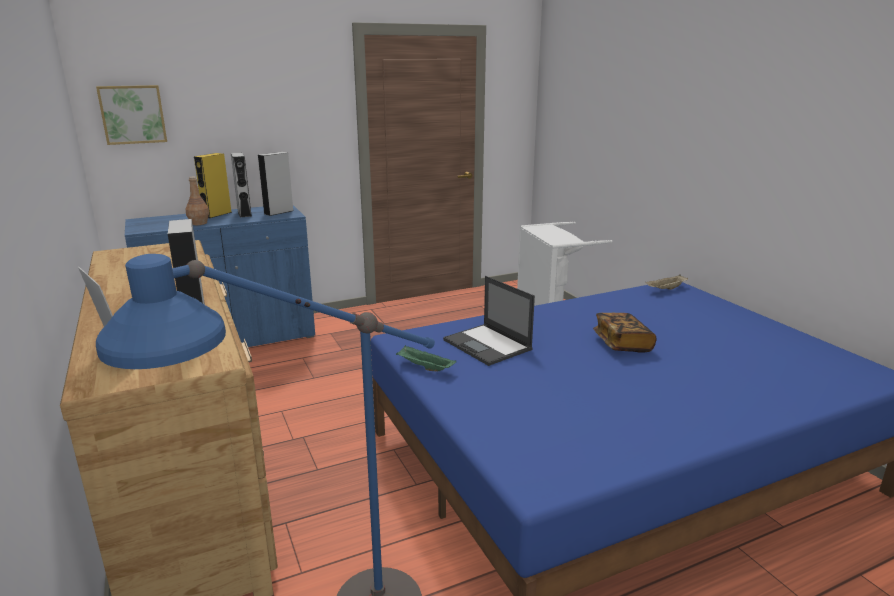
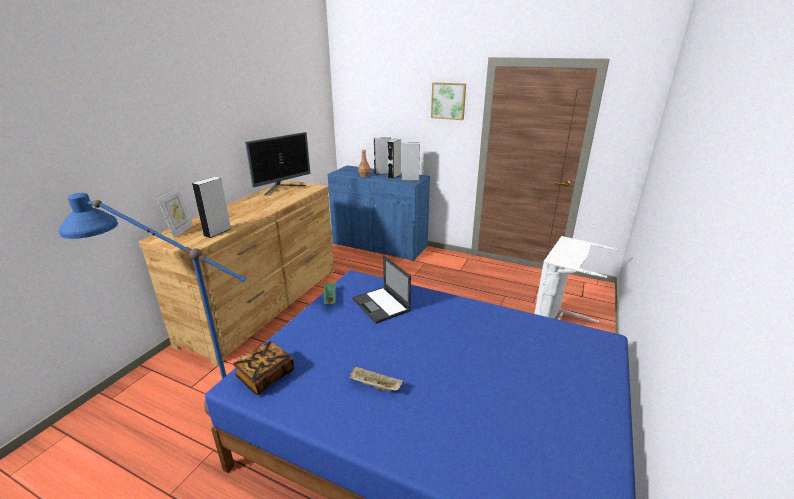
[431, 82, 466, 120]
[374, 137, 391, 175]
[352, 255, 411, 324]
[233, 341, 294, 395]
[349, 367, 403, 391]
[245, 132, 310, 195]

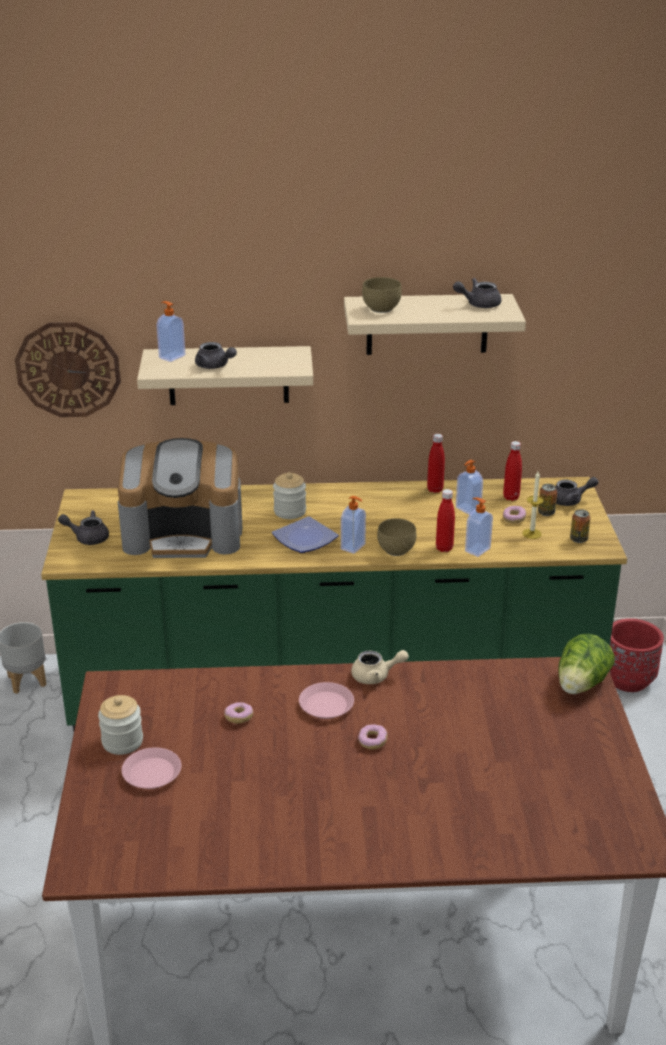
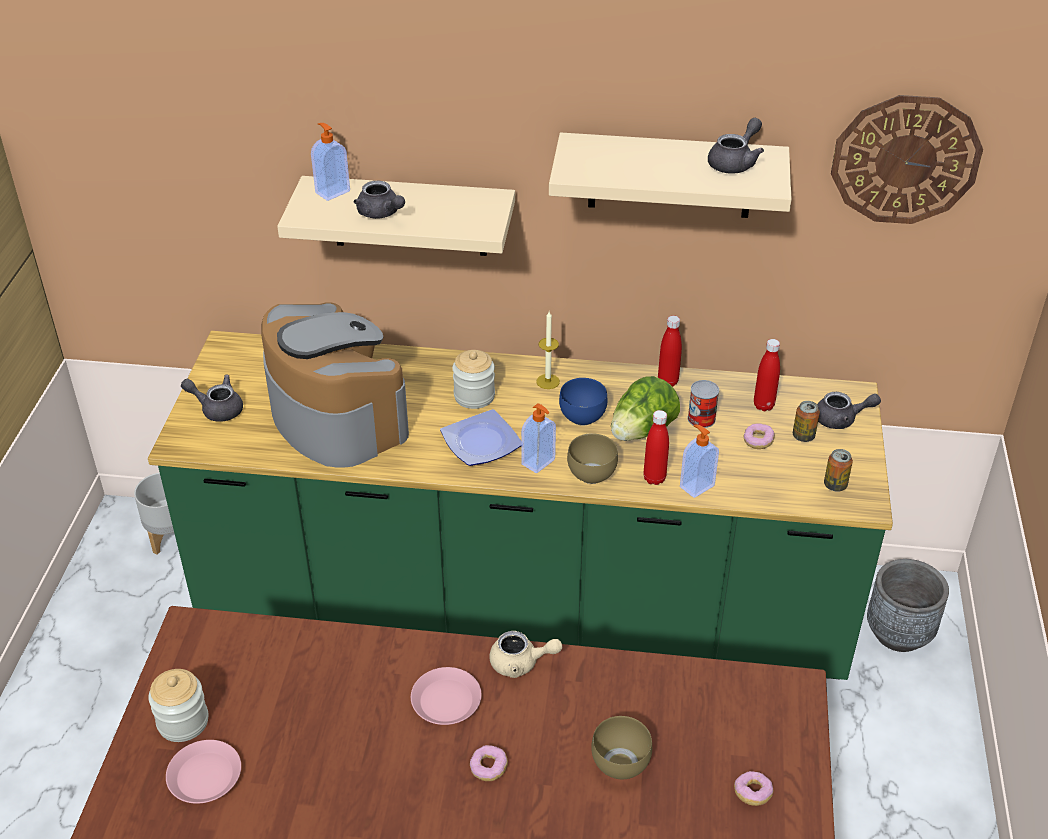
[831, 95, 983, 224]
[261, 302, 409, 468]
[734, 771, 773, 806]
[591, 716, 652, 779]
[708, 118, 764, 174]
[688, 380, 719, 428]
[536, 312, 560, 389]
[611, 376, 680, 441]
[867, 559, 949, 652]
[559, 378, 608, 425]

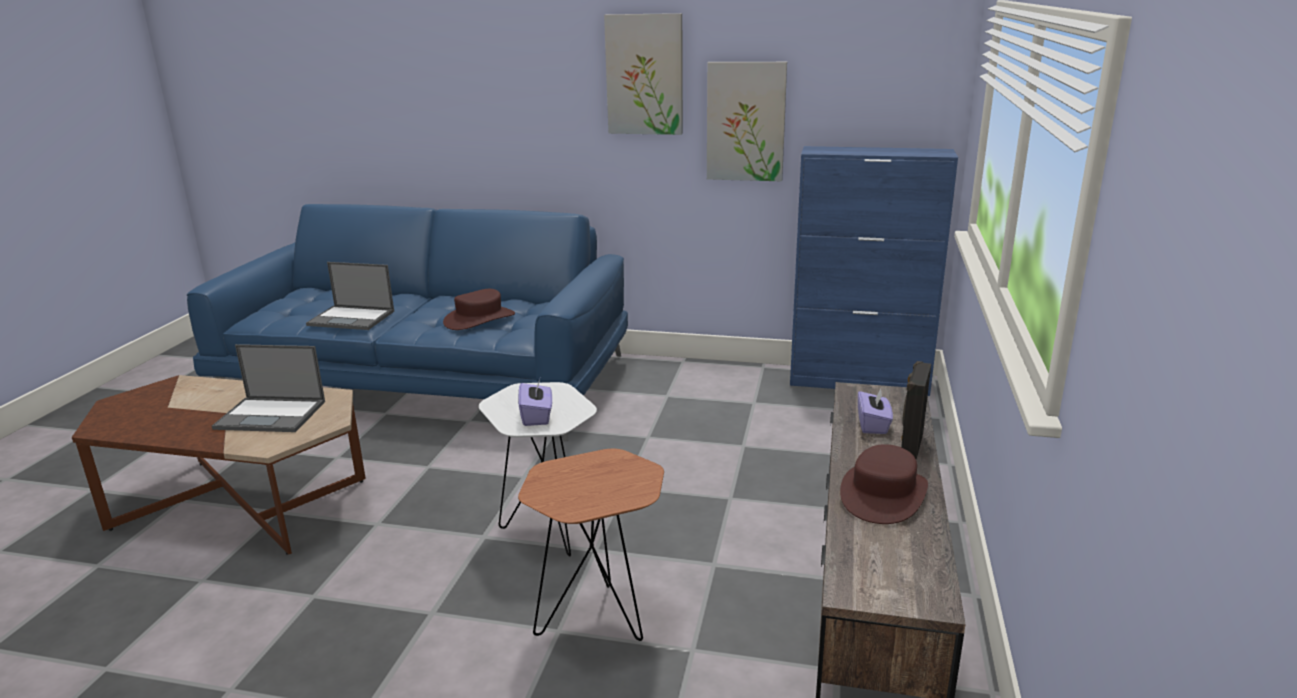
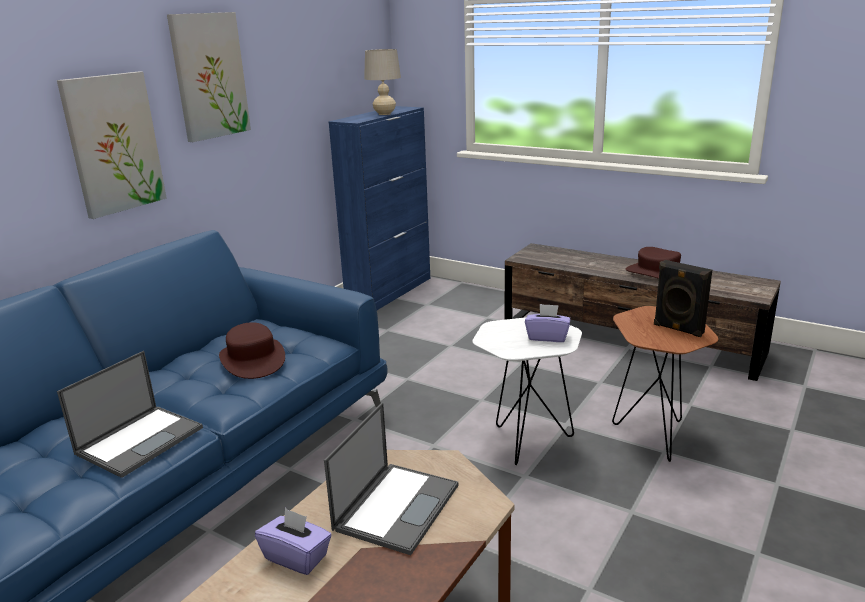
[57, 72, 167, 219]
[255, 508, 332, 575]
[654, 260, 712, 337]
[364, 49, 401, 115]

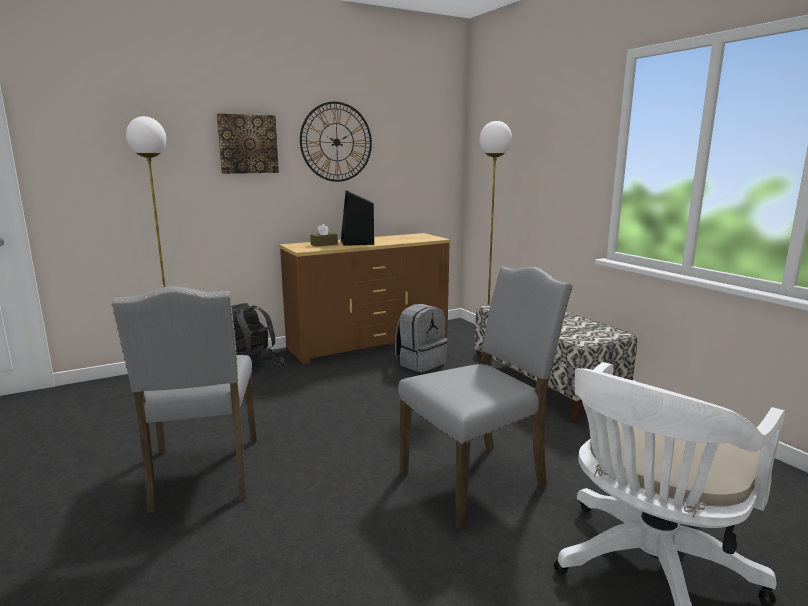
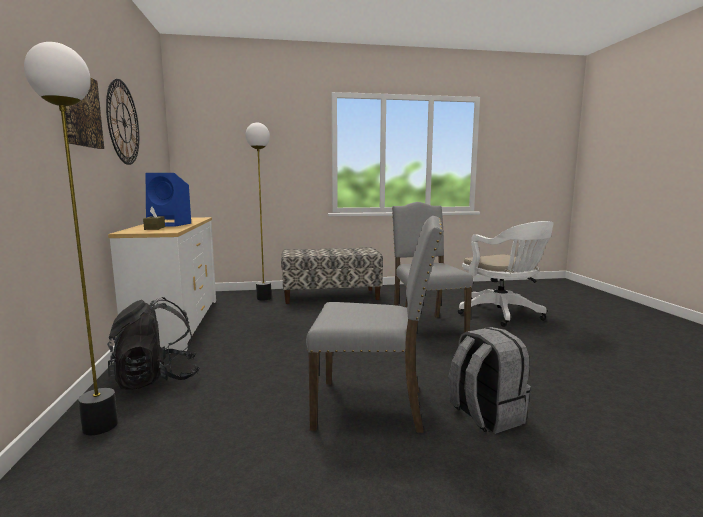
[108, 217, 216, 351]
[146, 173, 191, 227]
[448, 327, 530, 434]

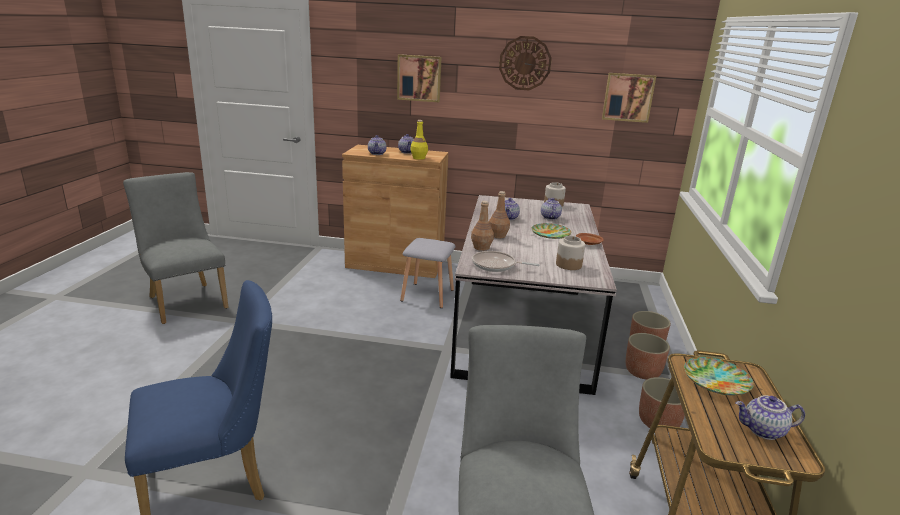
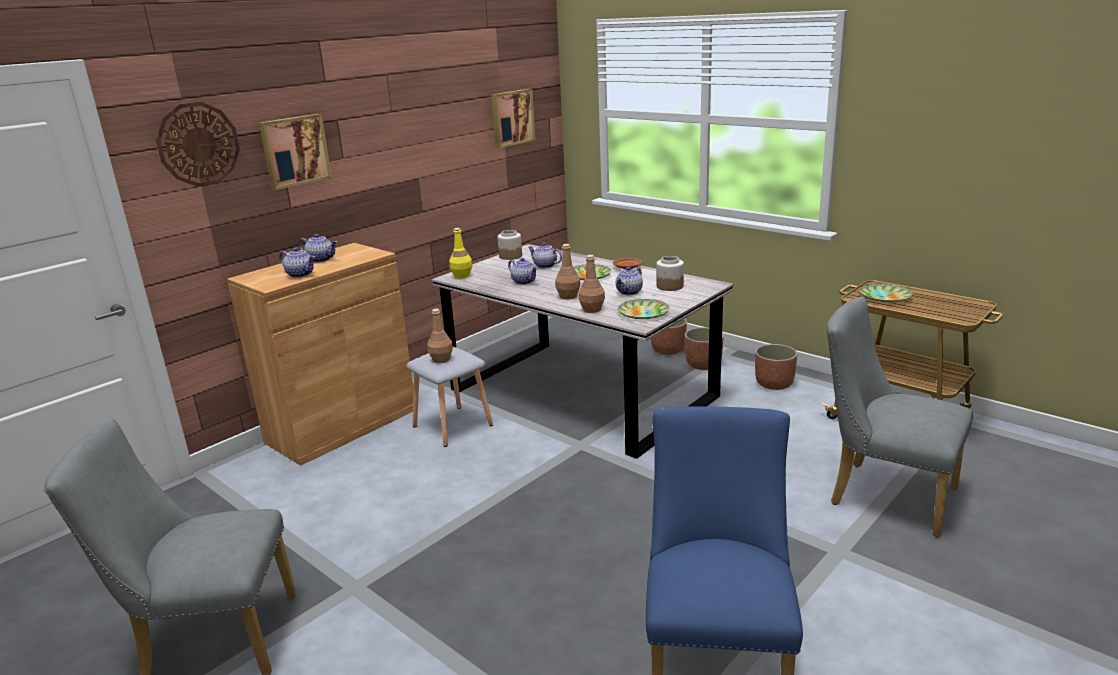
[449, 228, 472, 279]
[618, 299, 669, 319]
[156, 102, 240, 187]
[616, 267, 643, 295]
[427, 309, 453, 363]

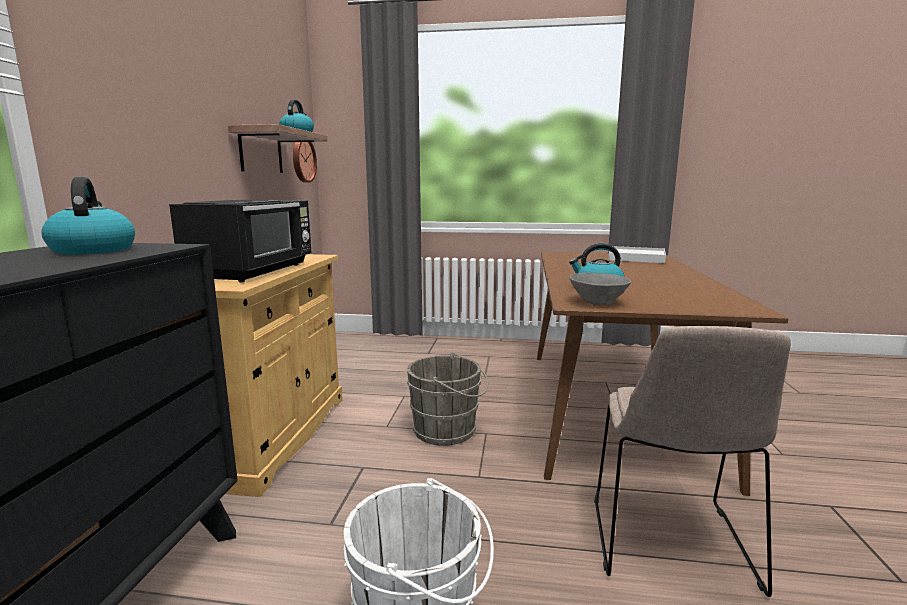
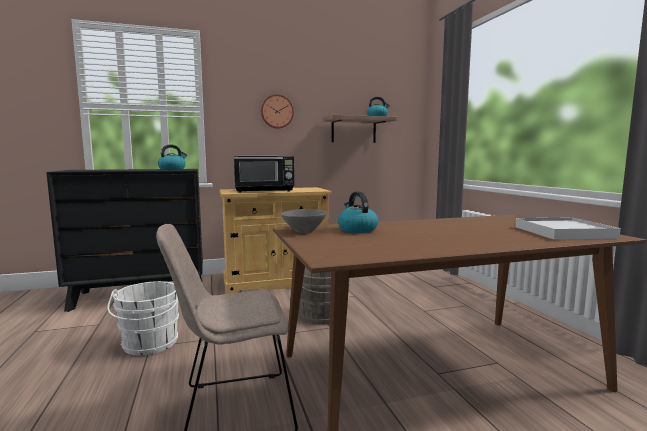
[261, 94, 294, 129]

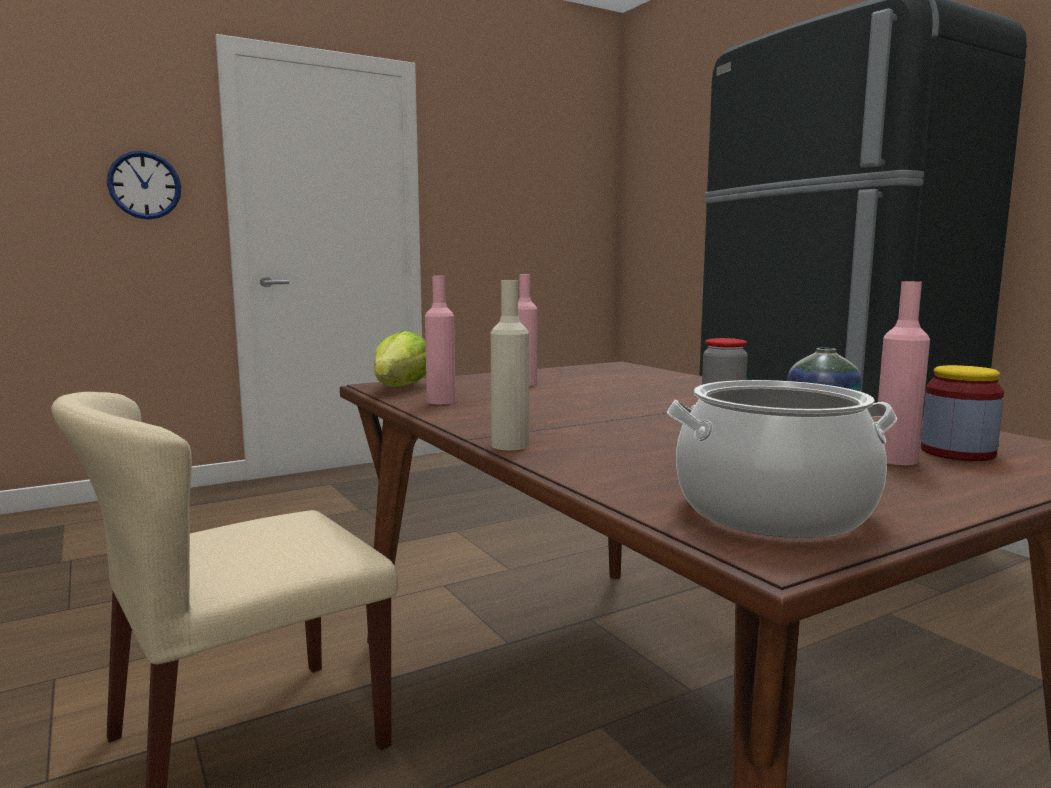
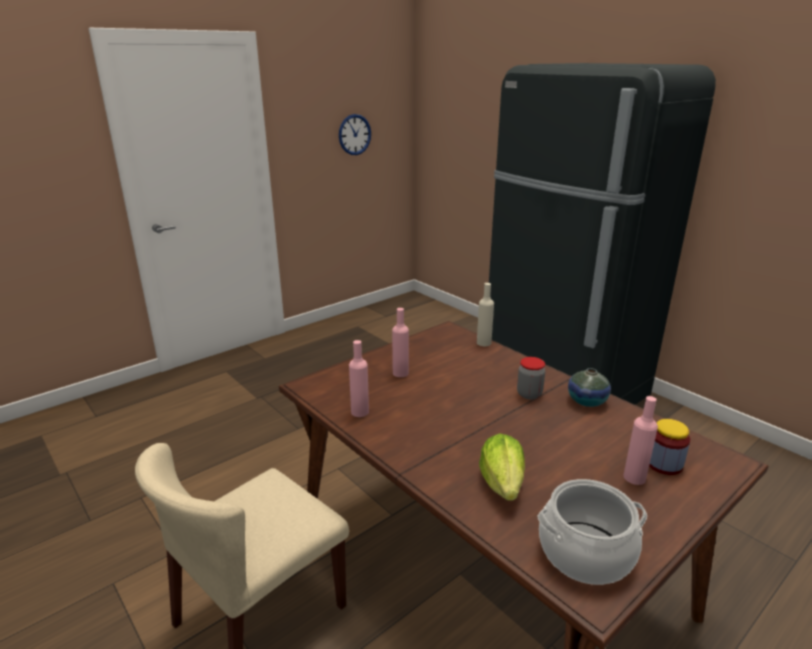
[339, 114, 371, 155]
[479, 433, 525, 501]
[477, 283, 494, 346]

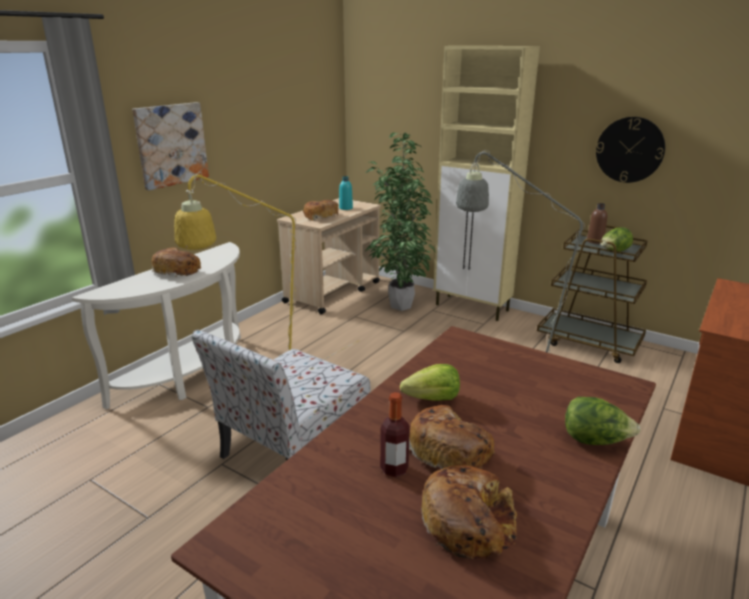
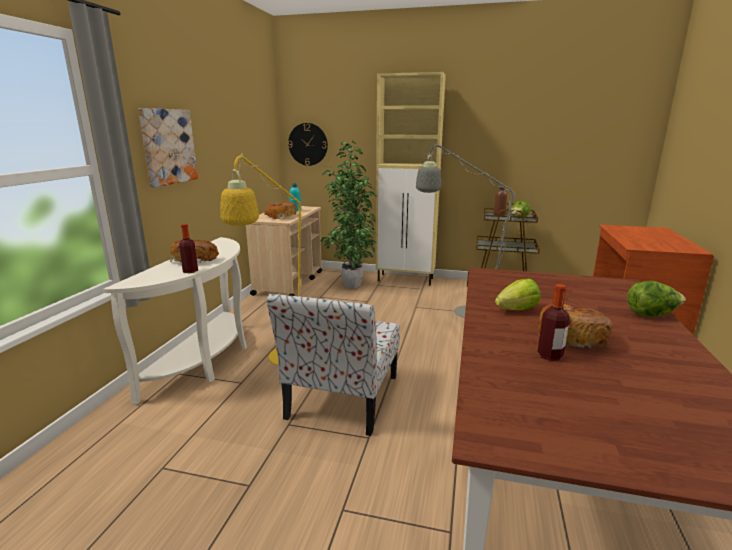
[421, 466, 517, 559] (first image)
[288, 123, 328, 166]
[179, 224, 198, 273]

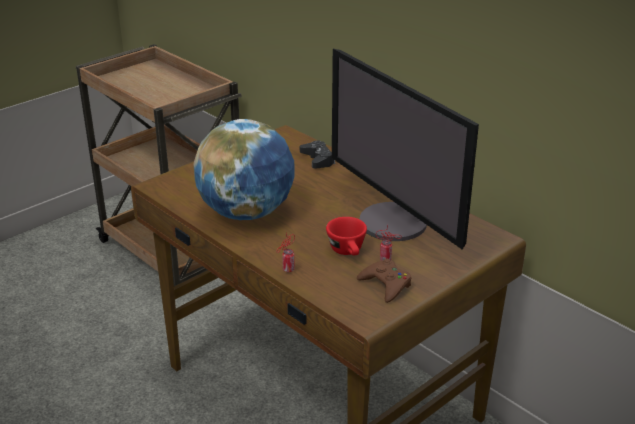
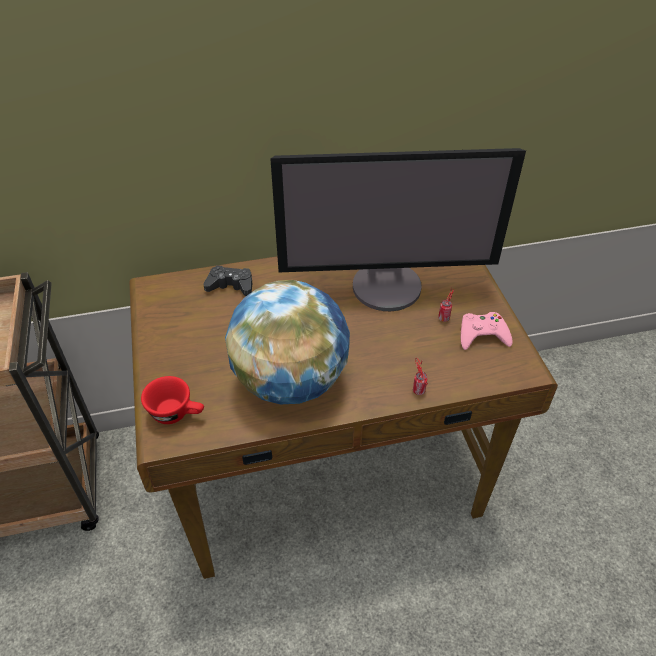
[141, 376, 204, 424]
[461, 312, 513, 350]

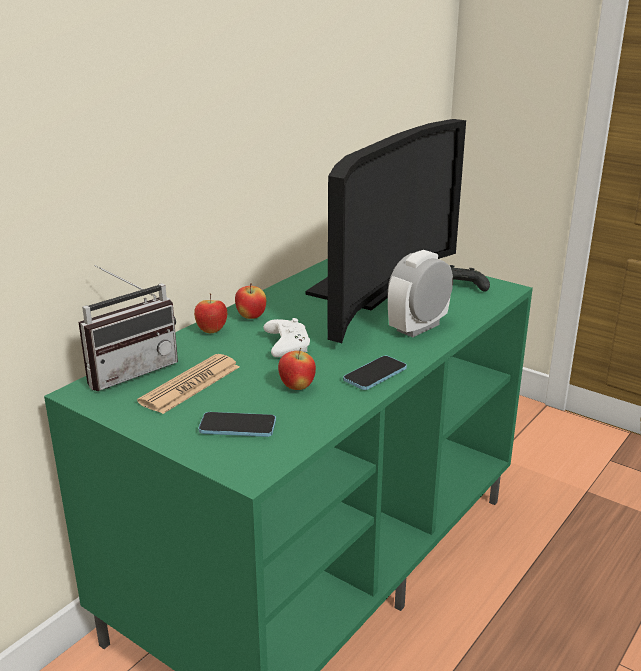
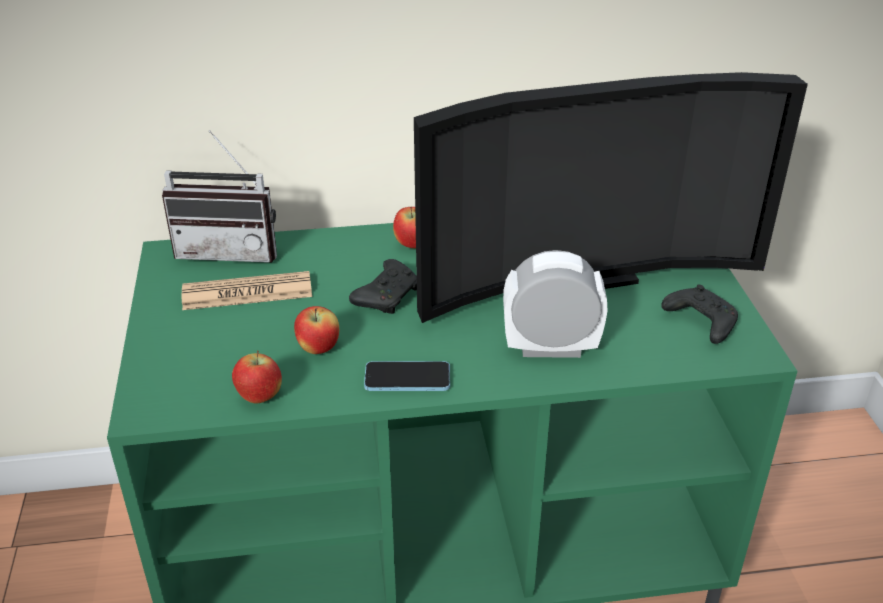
[232, 350, 282, 403]
[198, 412, 276, 437] (first image)
[349, 259, 417, 314]

